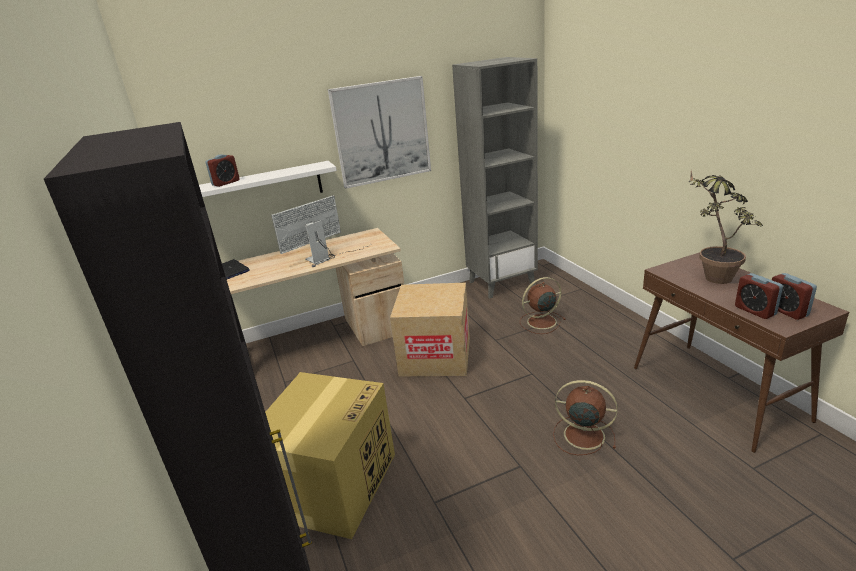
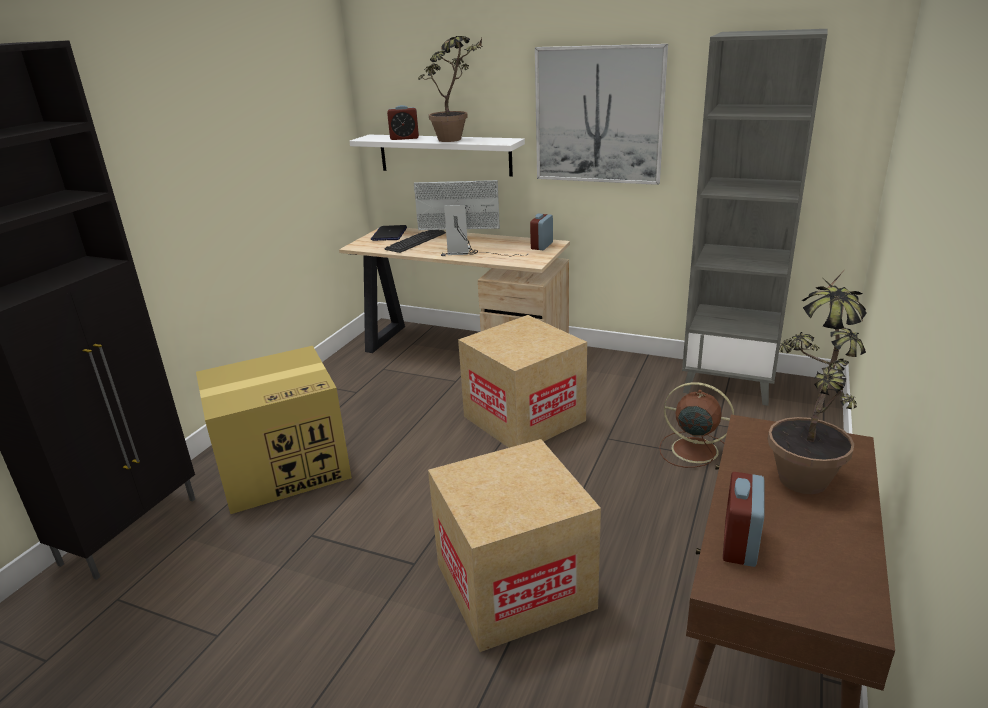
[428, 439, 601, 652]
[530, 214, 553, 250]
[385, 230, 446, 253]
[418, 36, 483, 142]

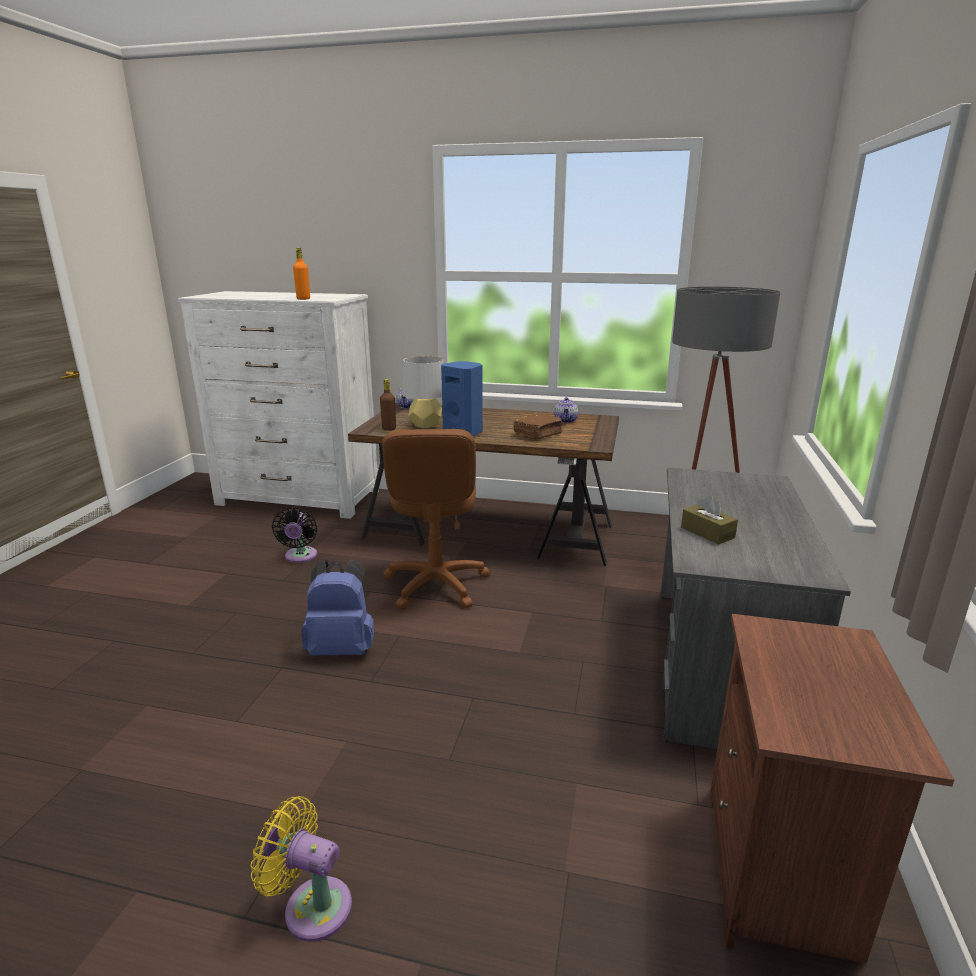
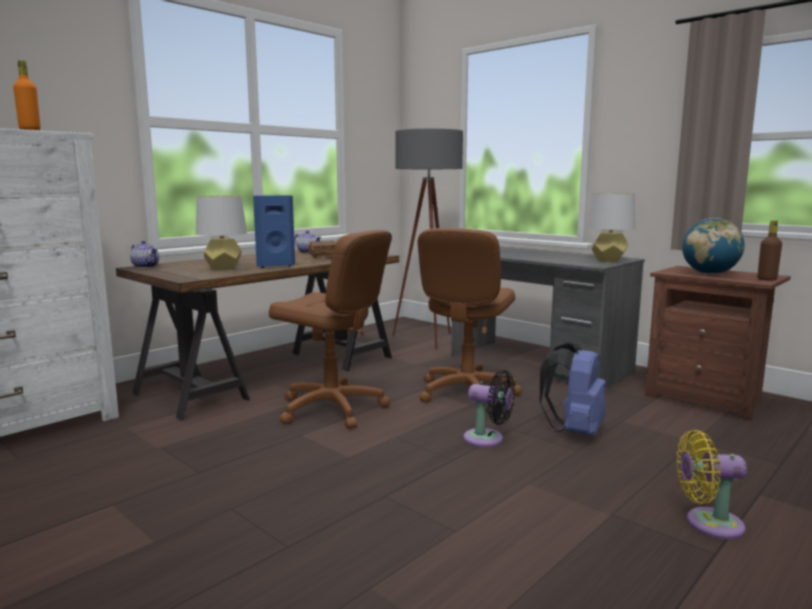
[676, 430, 747, 540]
[463, 370, 515, 447]
[540, 342, 606, 436]
[758, 220, 782, 281]
[681, 496, 738, 544] (first image)
[418, 228, 522, 411]
[587, 193, 636, 262]
[682, 218, 745, 274]

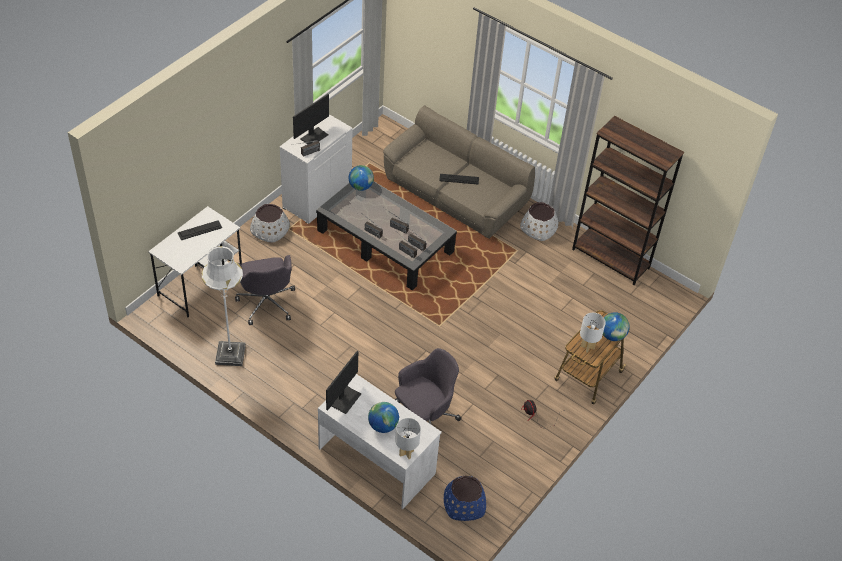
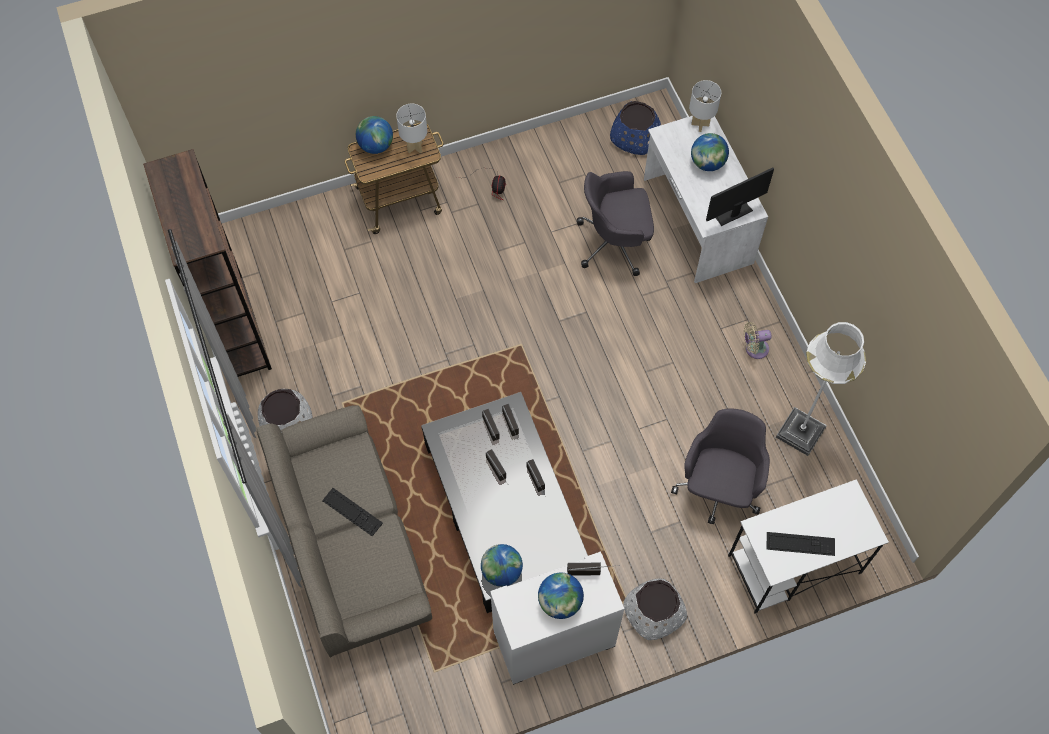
[538, 573, 584, 619]
[744, 322, 772, 359]

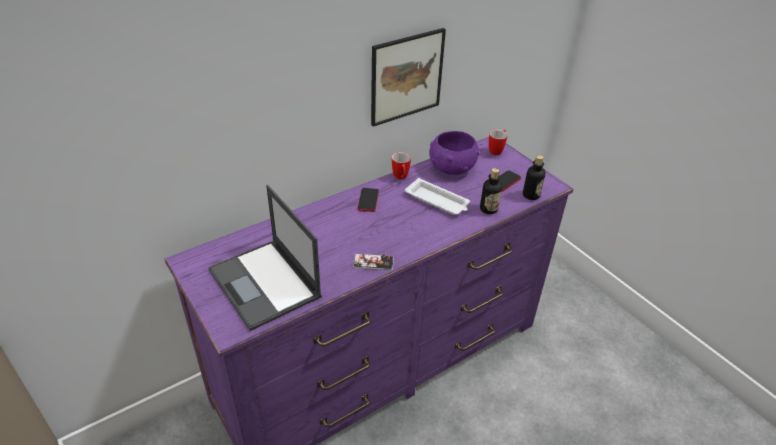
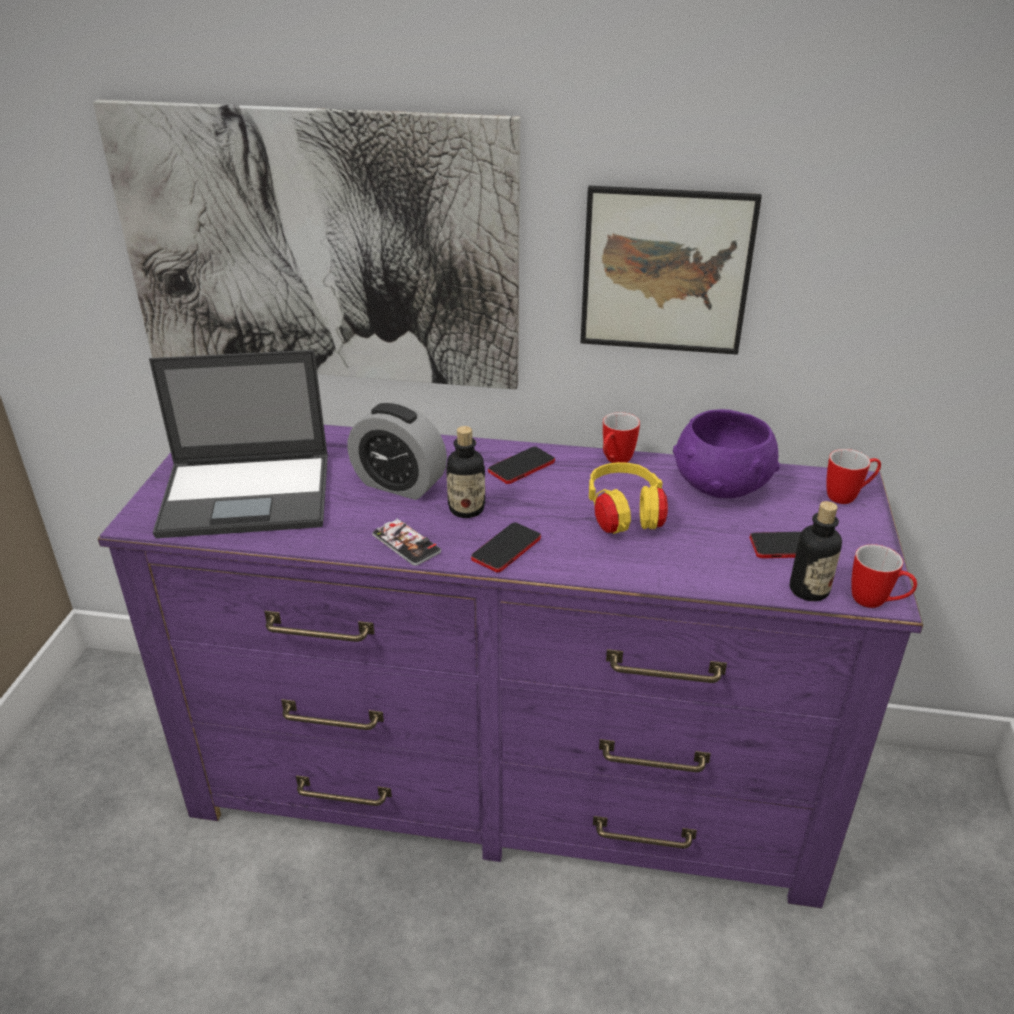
[149, 350, 328, 538]
[589, 462, 668, 534]
[446, 426, 485, 518]
[93, 100, 520, 390]
[347, 403, 447, 500]
[471, 522, 541, 573]
[851, 544, 917, 608]

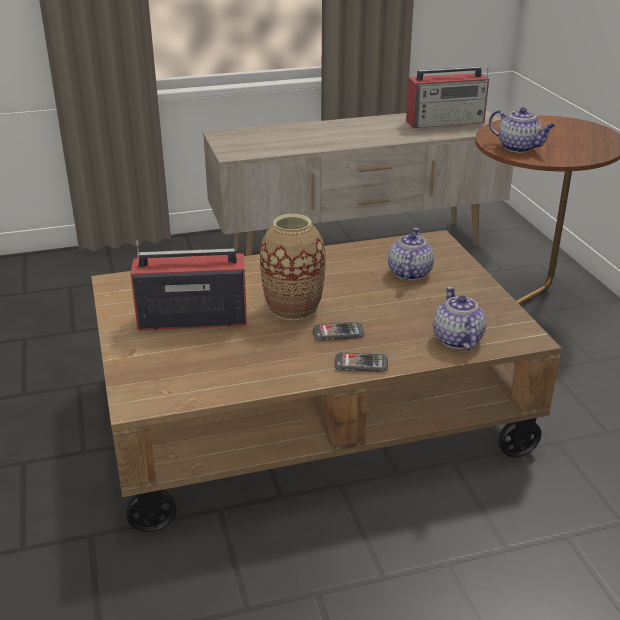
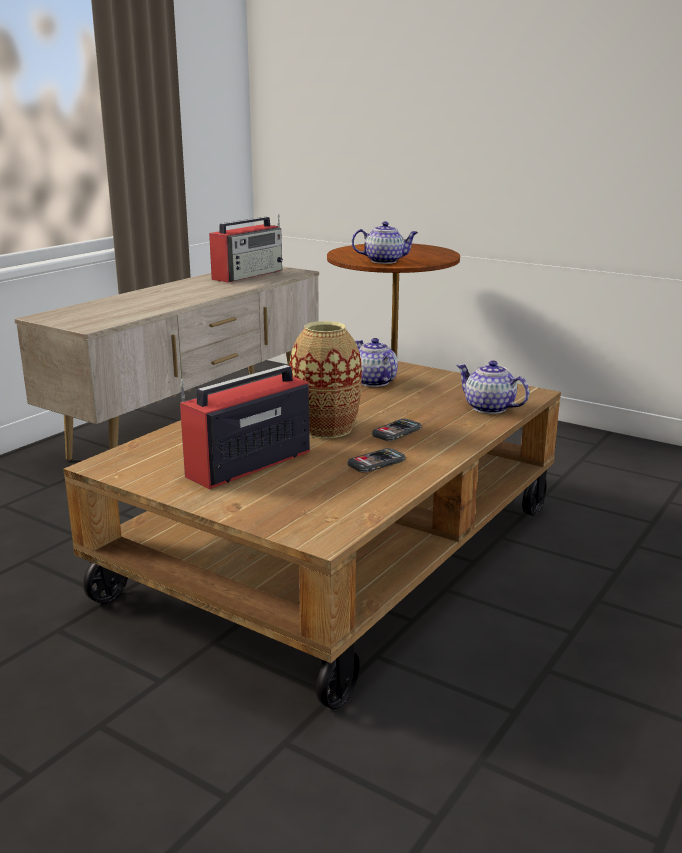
[347, 448, 406, 473]

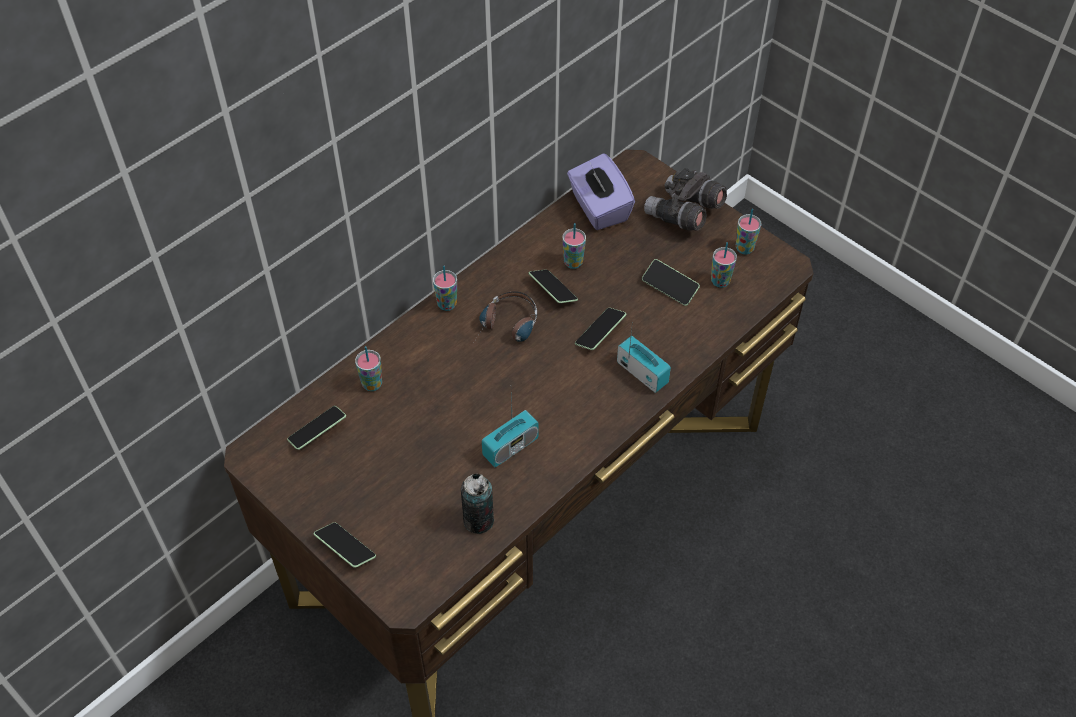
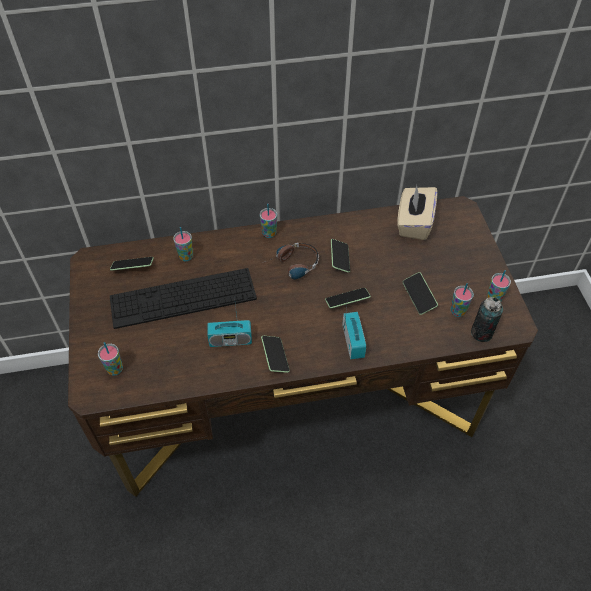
[261, 336, 290, 373]
[471, 297, 503, 342]
[98, 342, 123, 375]
[397, 185, 437, 240]
[644, 168, 727, 231] (first image)
[110, 268, 257, 329]

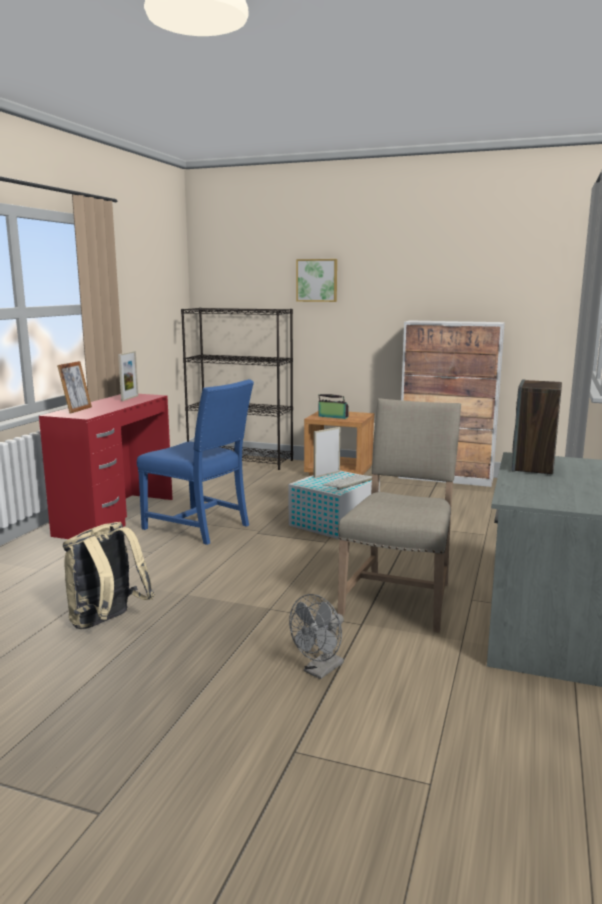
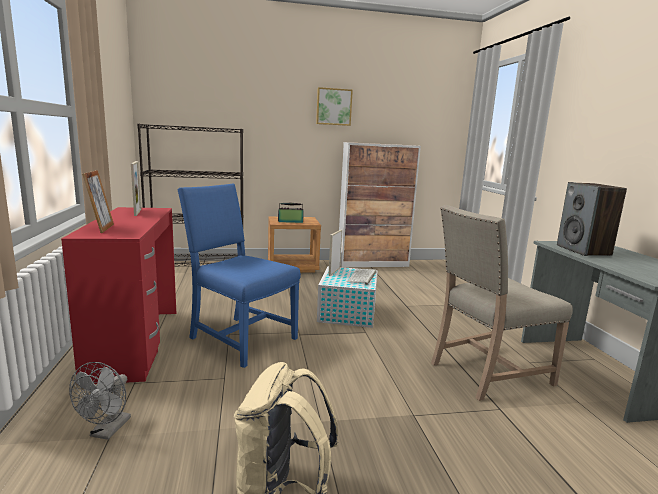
[178, 183, 301, 368]
[69, 362, 131, 440]
[316, 87, 353, 126]
[431, 205, 573, 401]

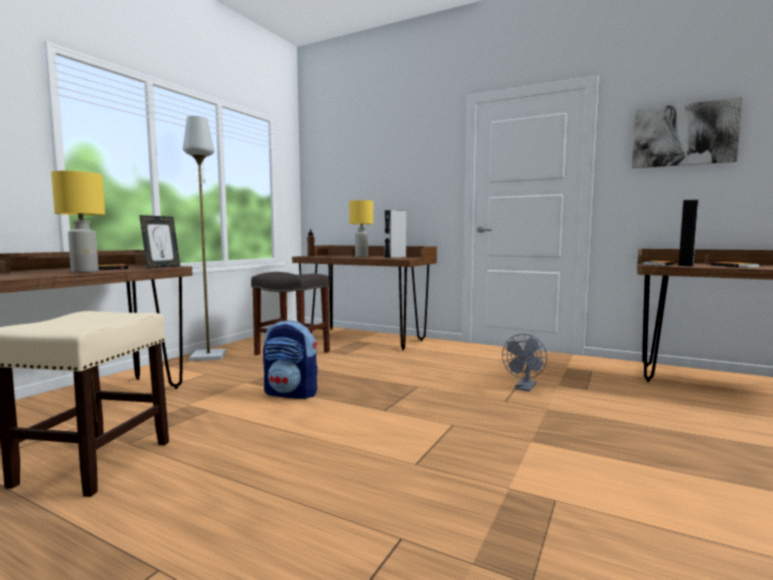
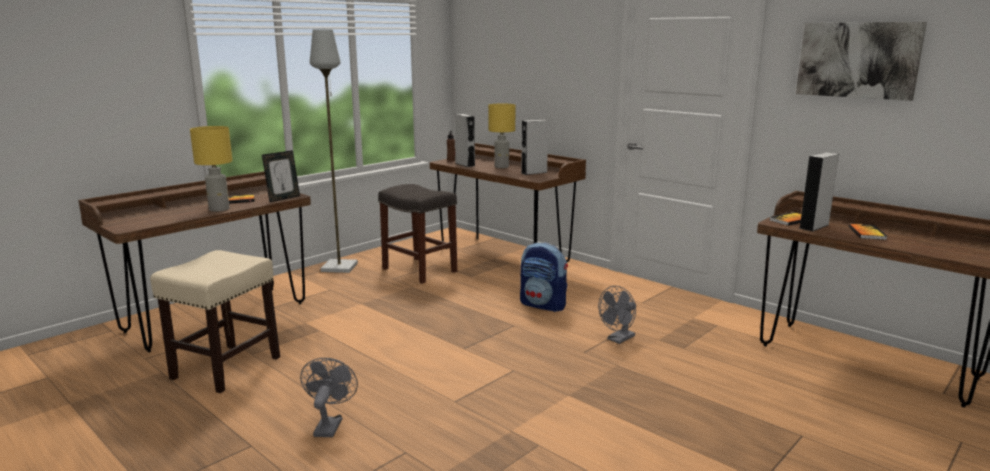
[520, 242, 568, 312]
[300, 358, 358, 437]
[455, 114, 475, 167]

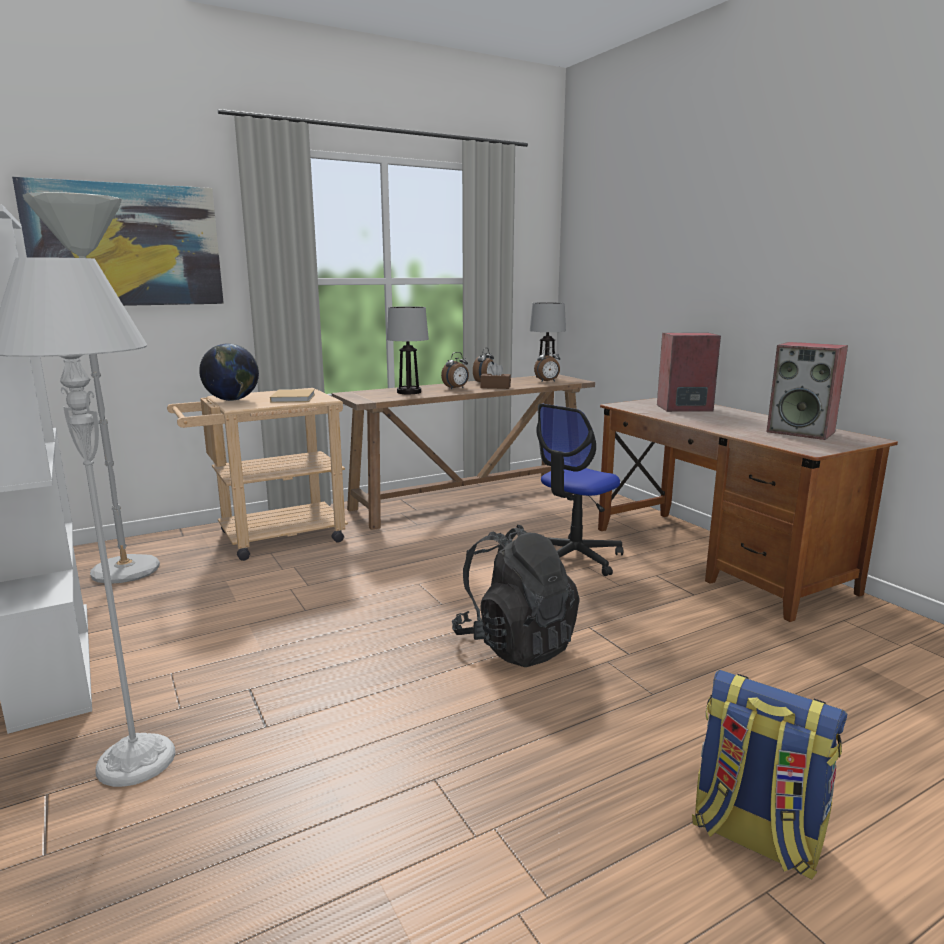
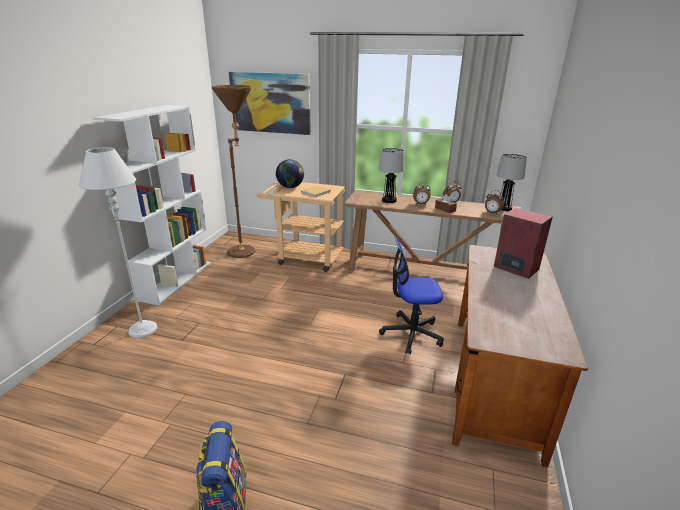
[212, 85, 255, 258]
[452, 525, 580, 667] (first image)
[766, 342, 848, 440] (first image)

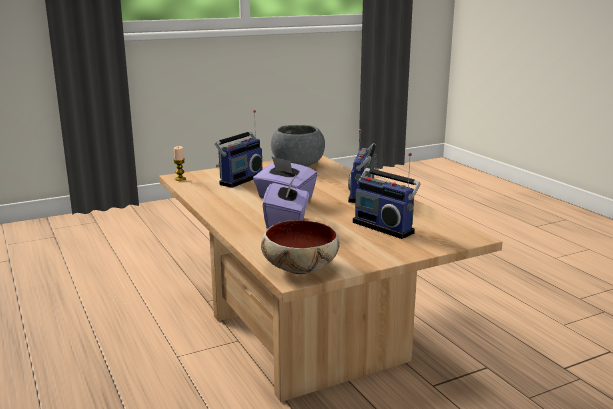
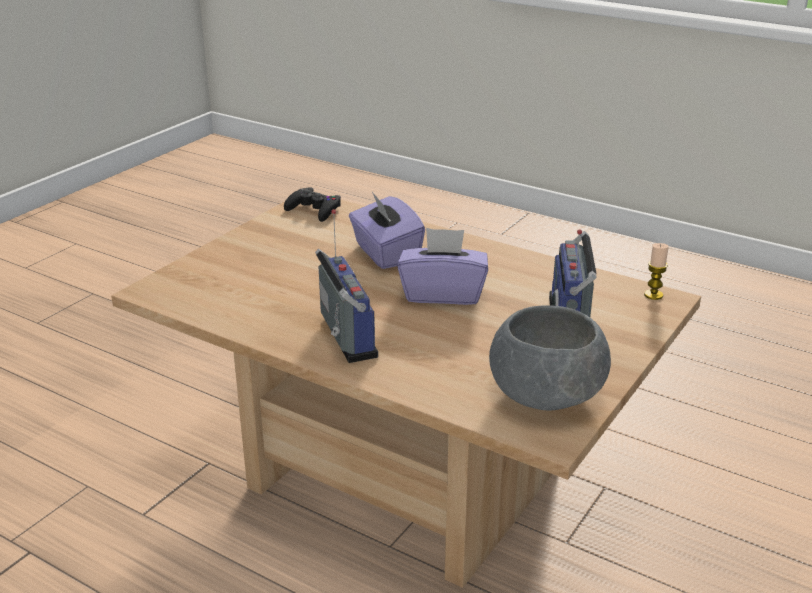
[284, 187, 341, 222]
[353, 153, 421, 239] (first image)

